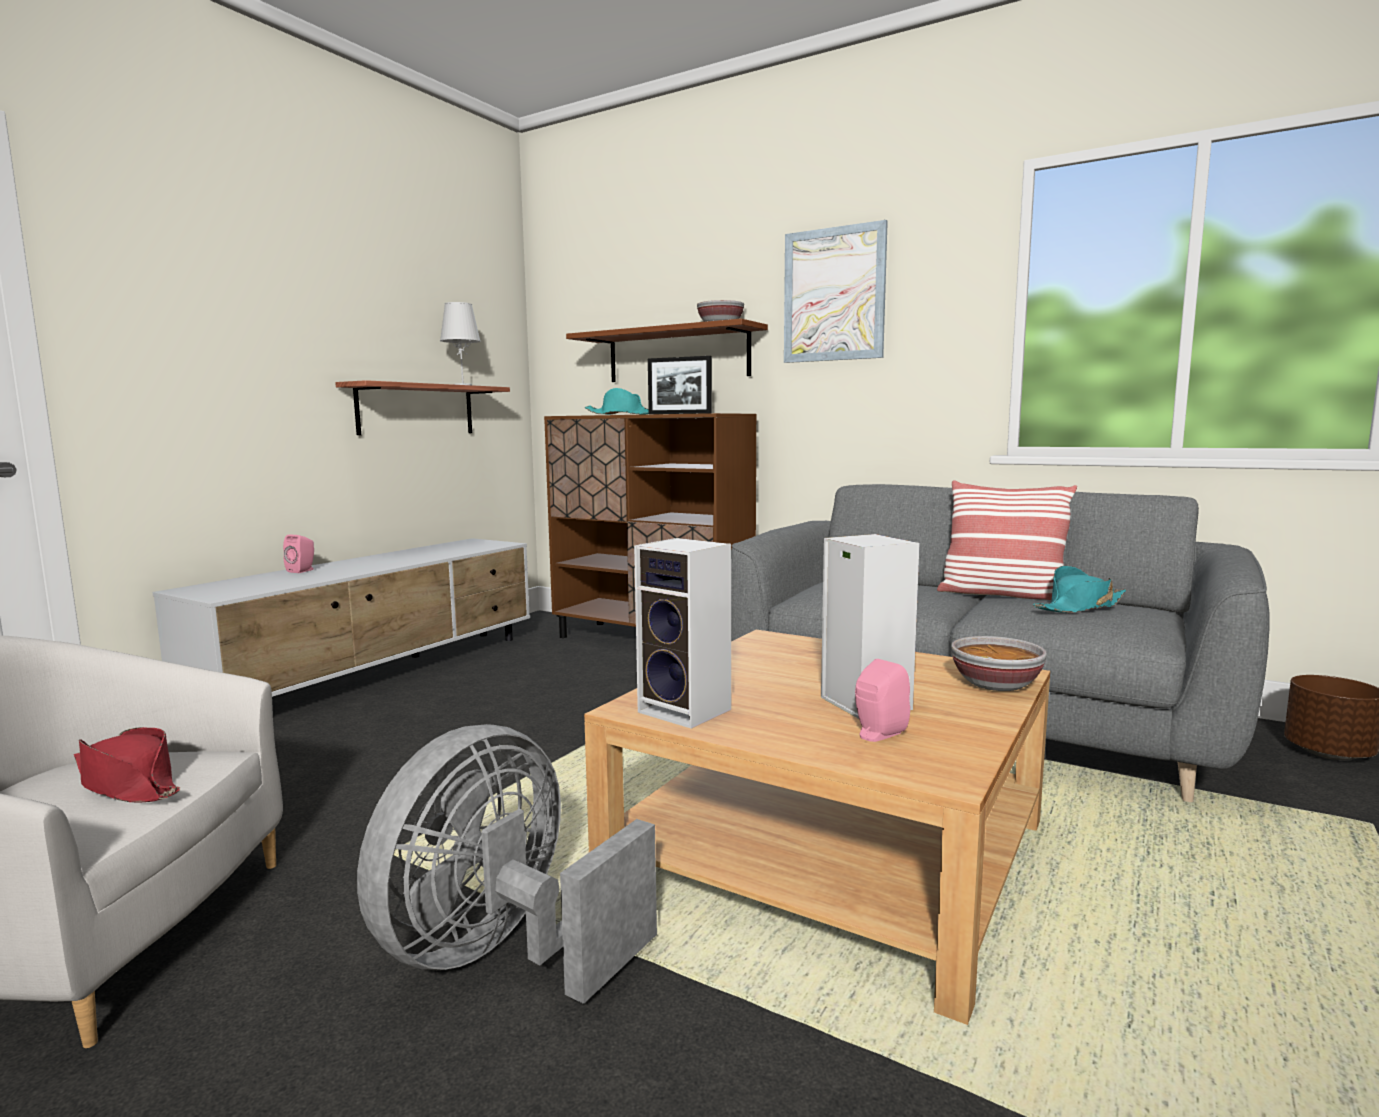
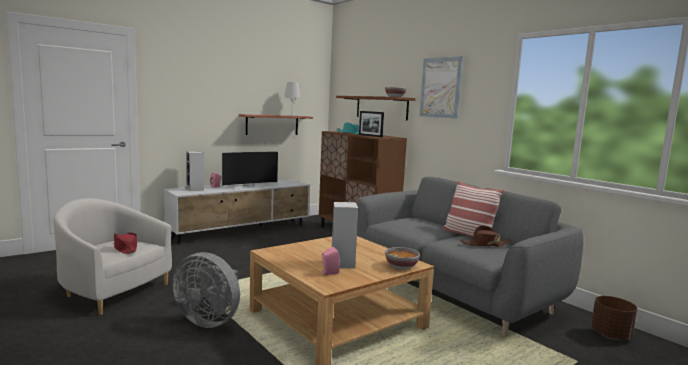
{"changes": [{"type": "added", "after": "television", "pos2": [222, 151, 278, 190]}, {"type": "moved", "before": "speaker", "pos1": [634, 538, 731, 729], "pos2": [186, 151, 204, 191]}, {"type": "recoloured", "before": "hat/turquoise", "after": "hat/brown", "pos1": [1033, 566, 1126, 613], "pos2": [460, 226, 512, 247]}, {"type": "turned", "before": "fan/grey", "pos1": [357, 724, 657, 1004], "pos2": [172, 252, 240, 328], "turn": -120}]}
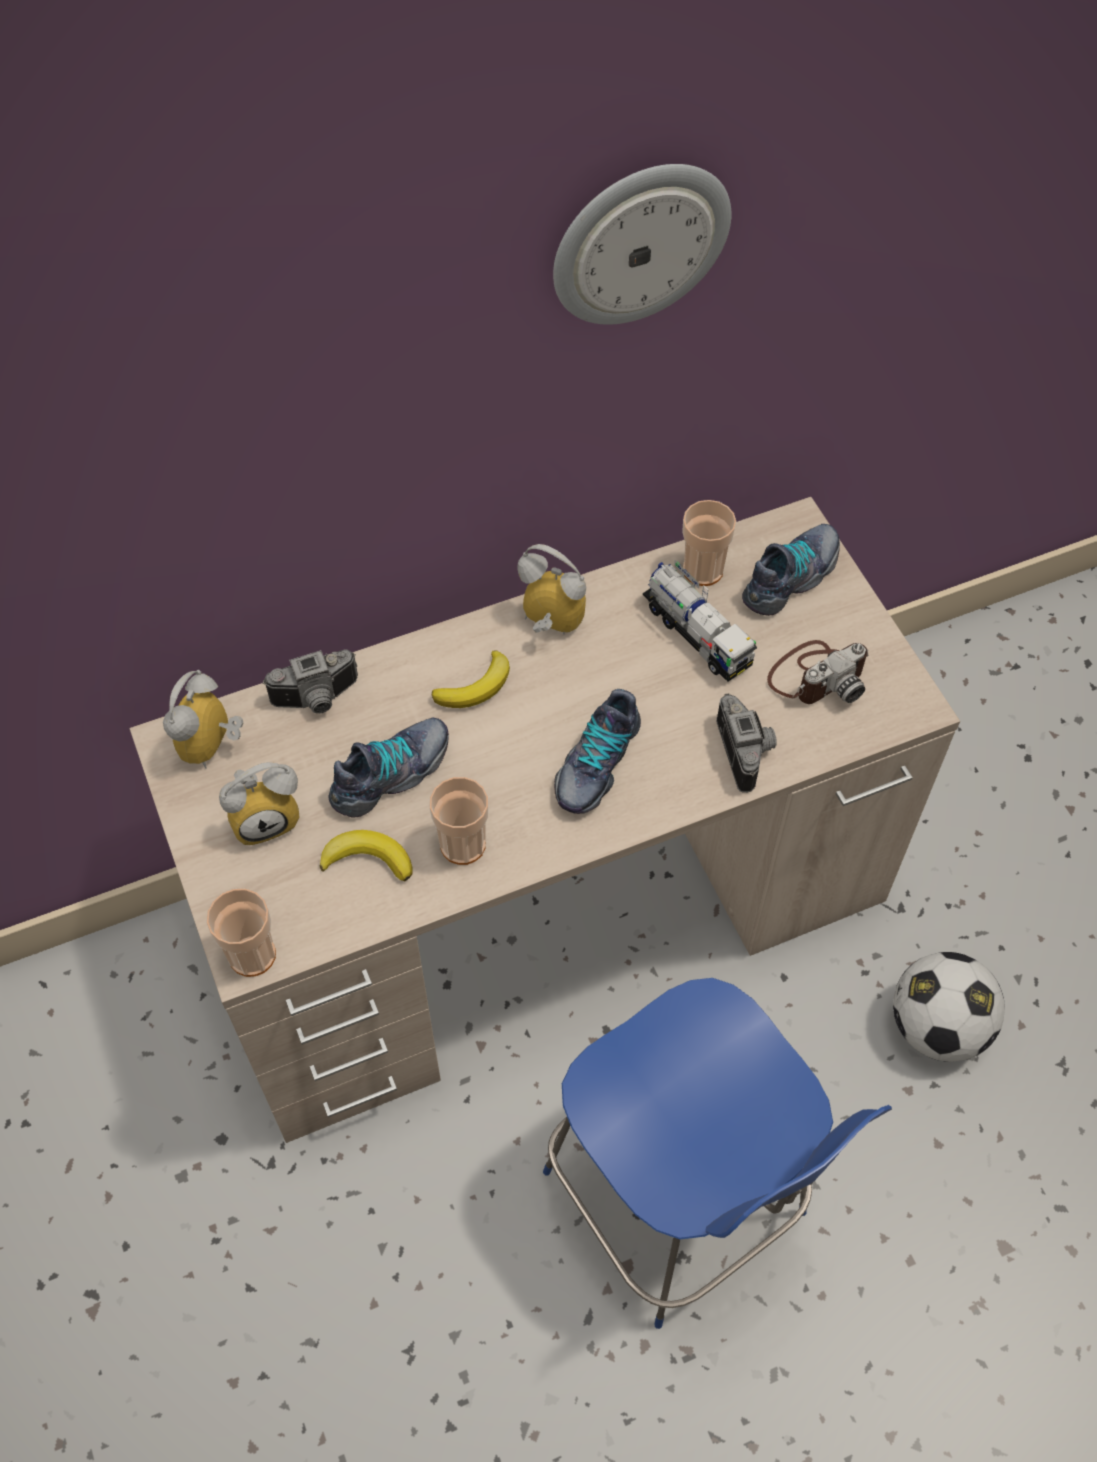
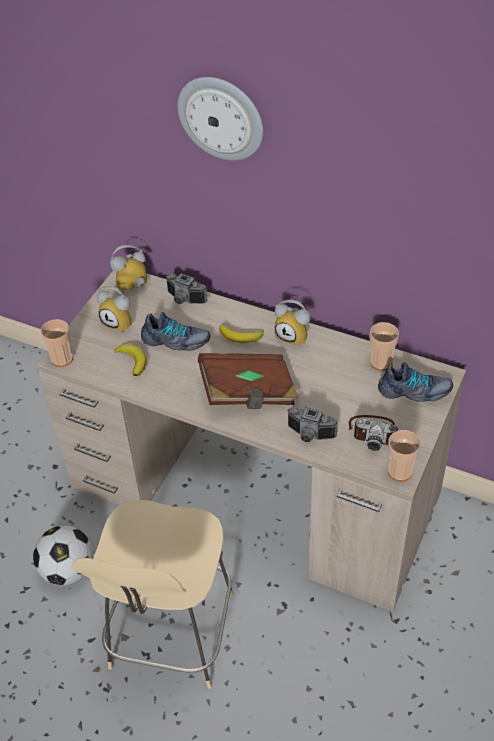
{"changes": [{"type": "removed", "before": "toy truck", "pos1": [643, 561, 757, 682]}, {"type": "moved", "before": "cup", "pos1": [430, 777, 488, 865], "pos2": [388, 430, 421, 481]}, {"type": "moved", "before": "wall clock", "pos1": [553, 164, 732, 325], "pos2": [177, 77, 263, 161]}, {"type": "moved", "before": "football", "pos1": [893, 952, 1005, 1062], "pos2": [33, 526, 93, 586]}, {"type": "replaced", "before": "shoe", "after": "book/brown", "pos1": [554, 689, 641, 814], "pos2": [198, 353, 299, 409]}, {"type": "recoloured", "before": "chair/blue", "after": "chair/beige", "pos1": [543, 978, 892, 1329], "pos2": [72, 500, 234, 689]}, {"type": "turned", "before": "alarm clock", "pos1": [517, 544, 586, 635], "pos2": [274, 300, 310, 347], "turn": 135}, {"type": "turned", "before": "photo camera", "pos1": [716, 693, 777, 793], "pos2": [287, 407, 338, 442], "turn": 75}]}
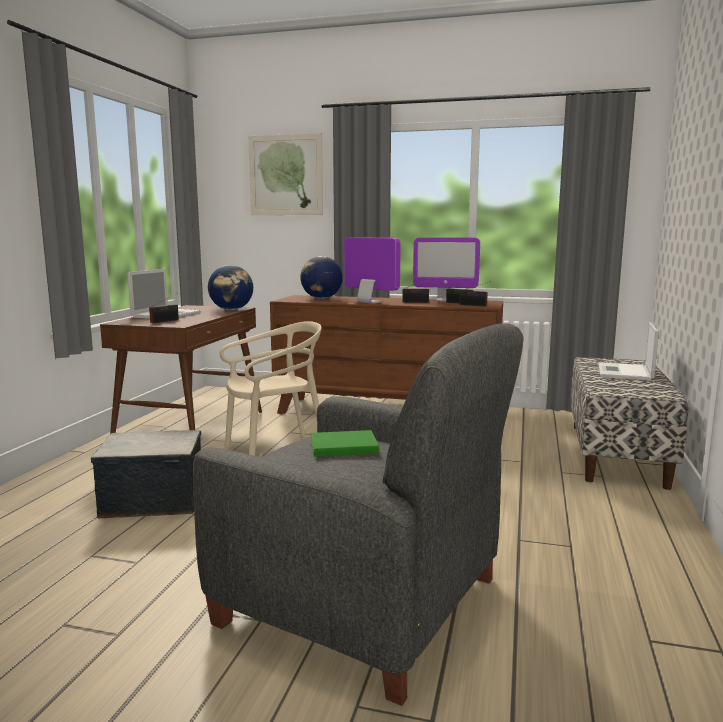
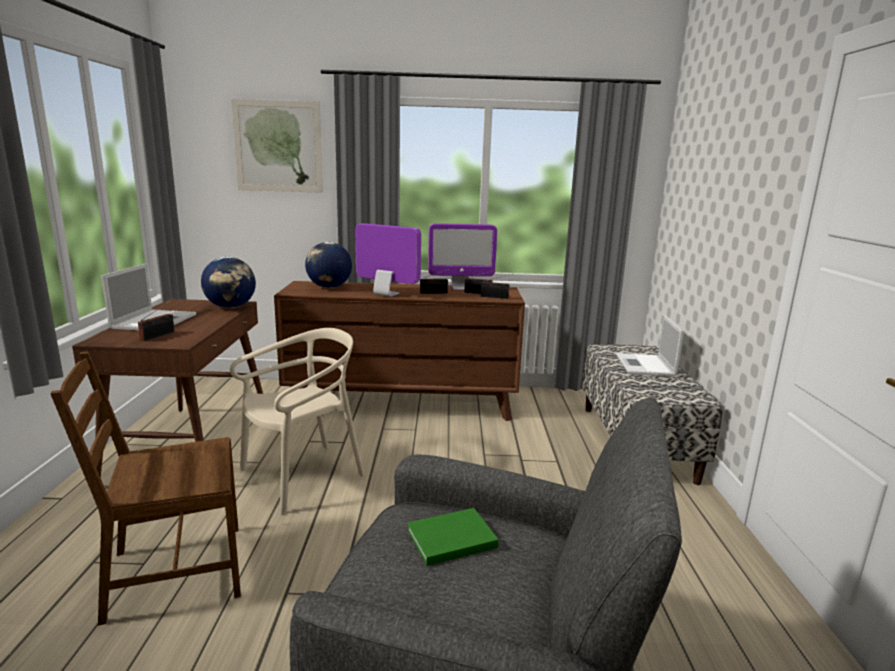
{"changes": [{"type": "replaced", "before": "storage box", "after": "chair/brown", "pos1": [91, 430, 201, 518], "pos2": [50, 351, 241, 626]}]}
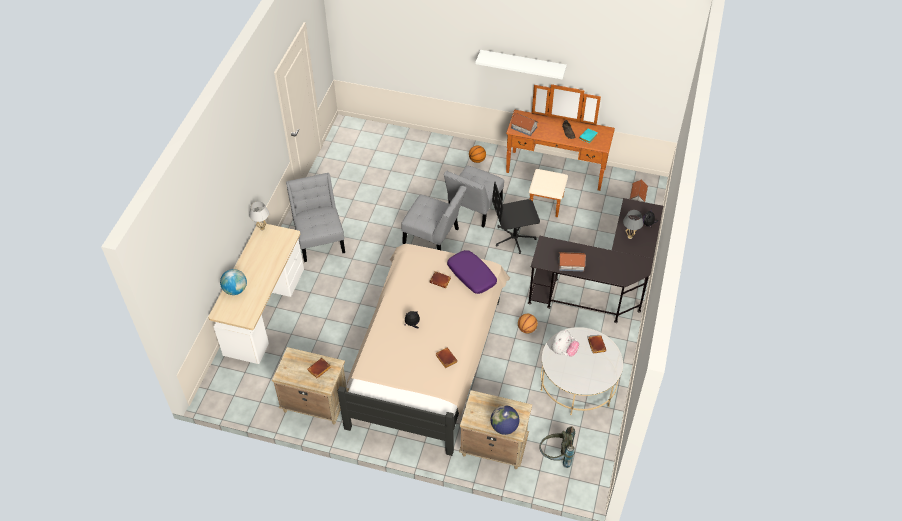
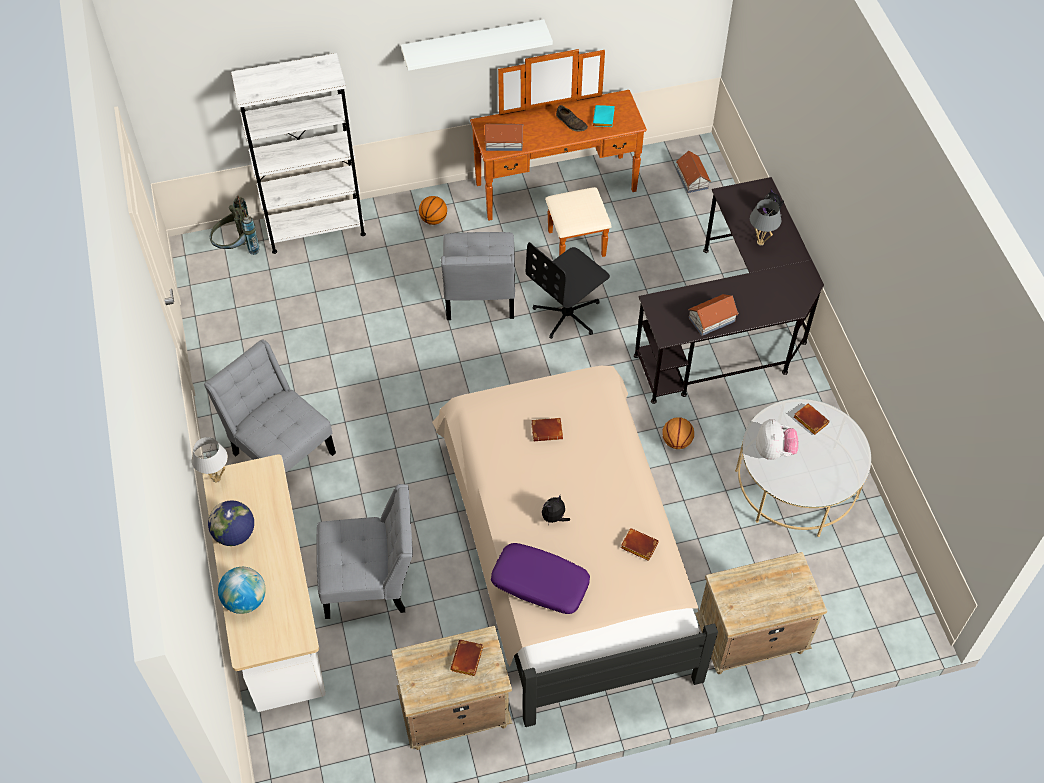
{"changes": [{"type": "added", "after": "bookcase/white", "pos2": [231, 53, 366, 254]}, {"type": "moved", "before": "chair/grey", "pos1": [401, 185, 467, 251], "pos2": [316, 484, 413, 619]}, {"type": "moved", "before": "pillow/purple", "pos1": [447, 250, 497, 294], "pos2": [491, 543, 590, 614]}, {"type": "moved", "before": "globe", "pos1": [490, 405, 519, 435], "pos2": [208, 500, 254, 546]}, {"type": "moved", "before": "backpack/grey", "pos1": [539, 426, 575, 468], "pos2": [210, 195, 260, 255]}]}
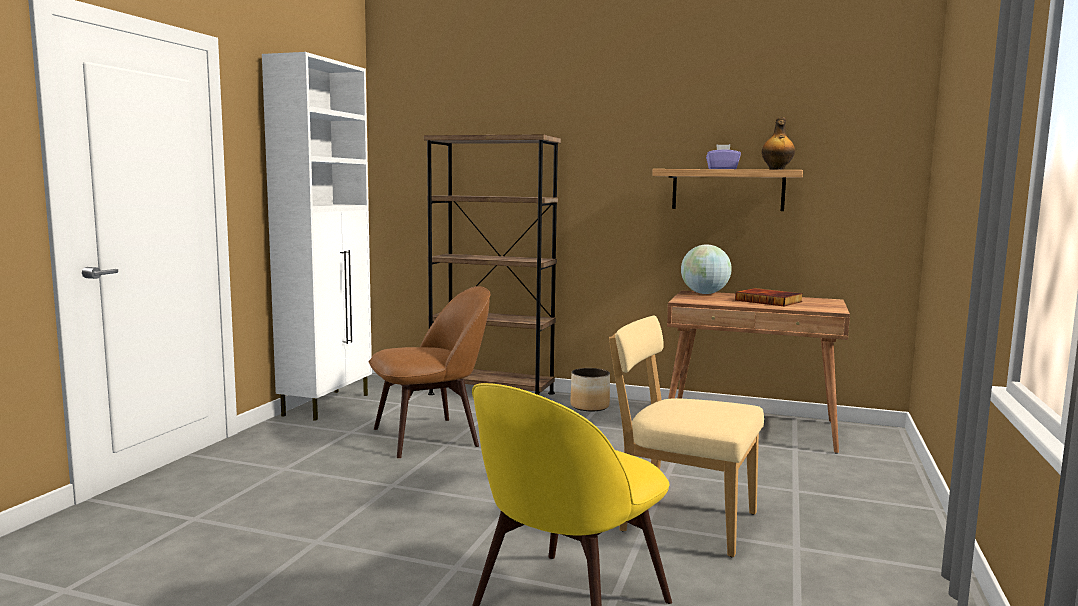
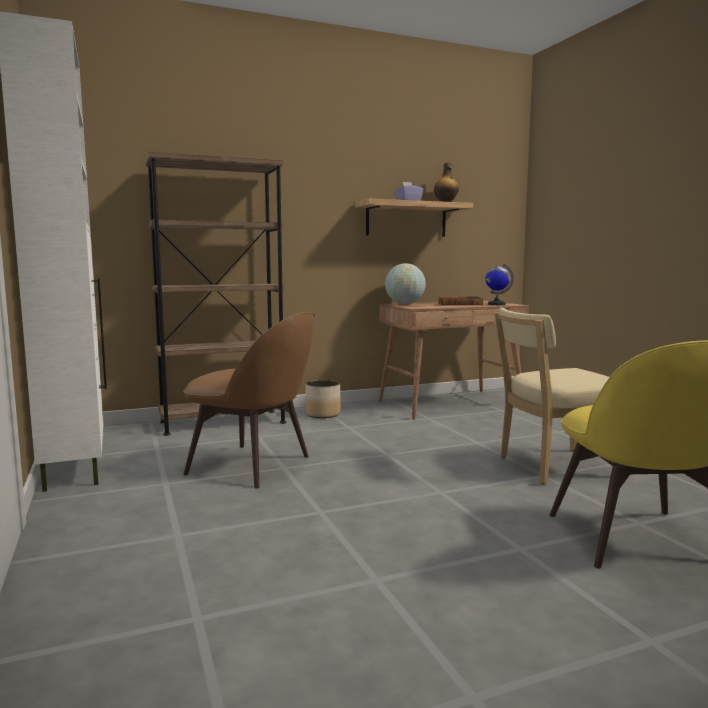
{"changes": [{"type": "added", "after": "globe", "pos2": [485, 264, 514, 305]}, {"type": "turned", "before": "chair/brown", "pos1": [369, 286, 491, 458], "pos2": [183, 312, 315, 488], "turn": 90}]}
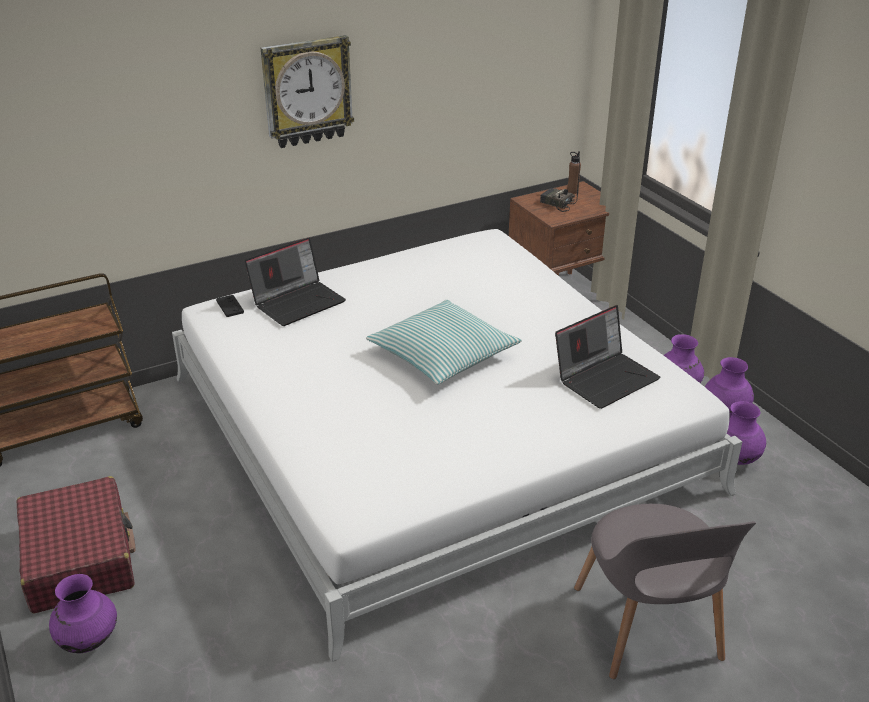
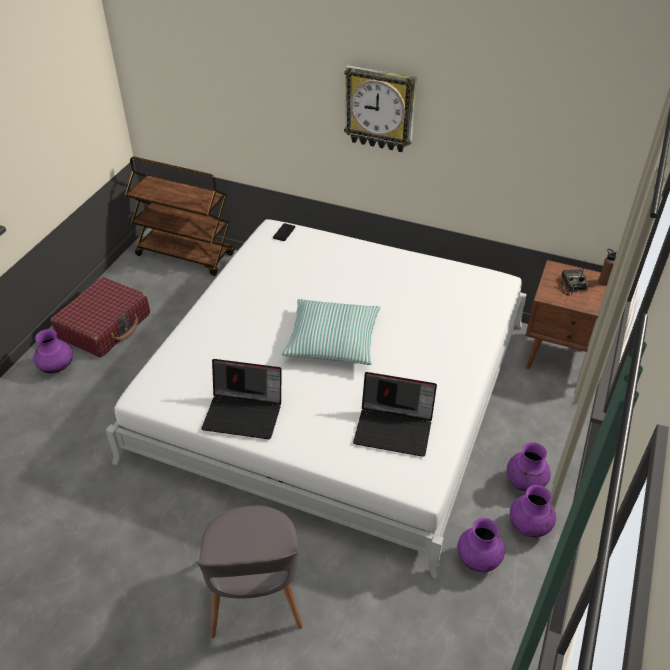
{"changes": [{"type": "moved", "before": "laptop", "pos1": [245, 238, 346, 326], "pos2": [202, 359, 282, 439]}, {"type": "turned", "before": "chair/grey", "pos1": [574, 504, 756, 679], "pos2": [195, 506, 303, 638], "turn": -45}]}
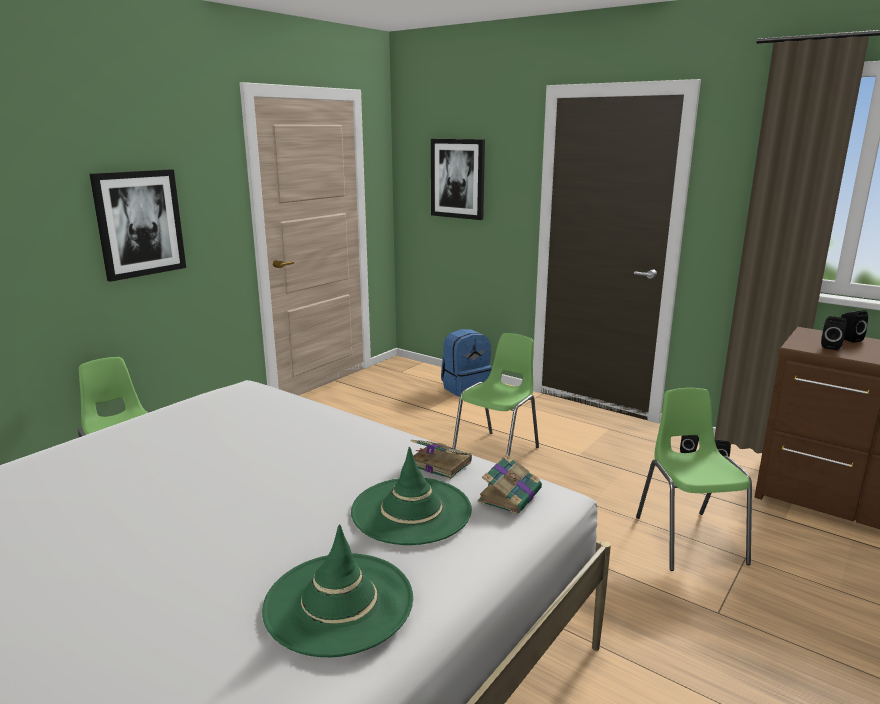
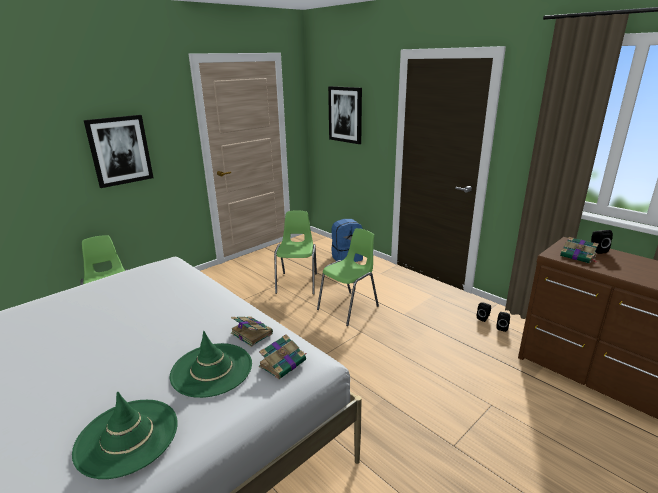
{"changes": [{"type": "moved", "before": "chair/green", "pos1": [636, 388, 752, 571], "pos2": [274, 210, 317, 294]}, {"type": "replaced", "before": "speaker/black", "after": "book", "pos1": [821, 316, 847, 350], "pos2": [560, 237, 599, 264]}]}
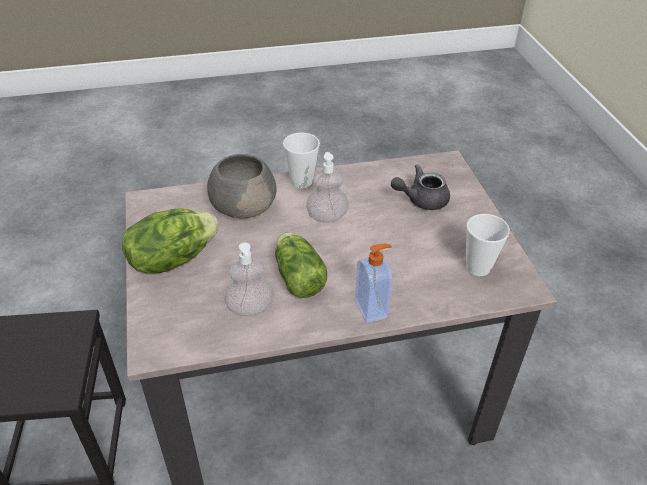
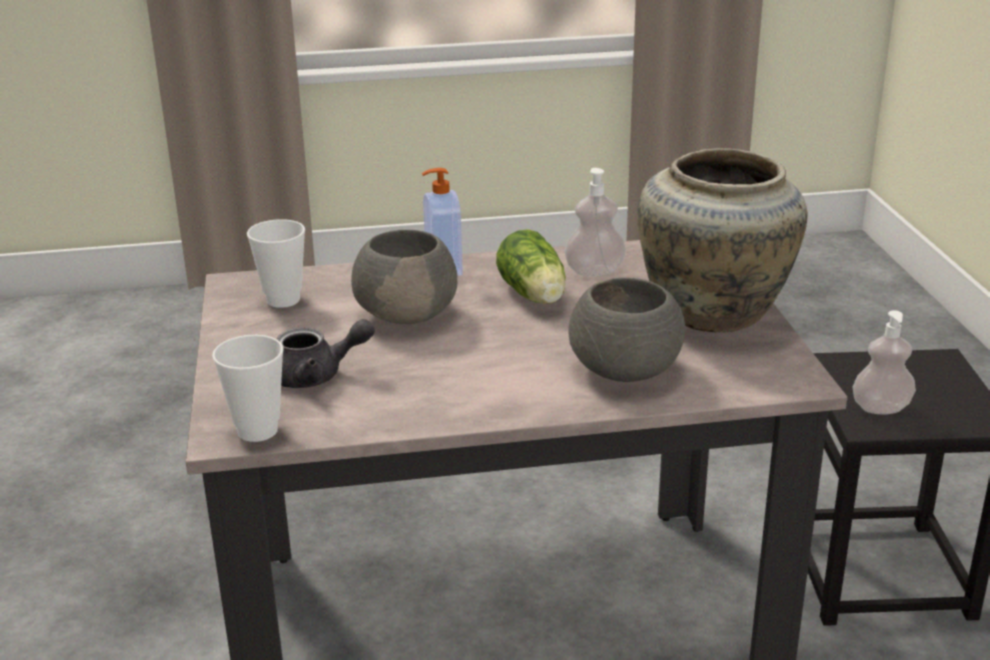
{"changes": [{"type": "added", "after": "bowl/grey", "pos2": [351, 230, 457, 324]}, {"type": "moved", "before": "cup", "pos1": [283, 132, 320, 188], "pos2": [212, 335, 284, 442]}, {"type": "moved", "before": "soap dispenser", "pos1": [306, 152, 349, 222], "pos2": [852, 310, 916, 414]}, {"type": "replaced", "before": "lettuce", "after": "vase/beige", "pos1": [122, 208, 219, 274], "pos2": [637, 148, 808, 332]}]}
